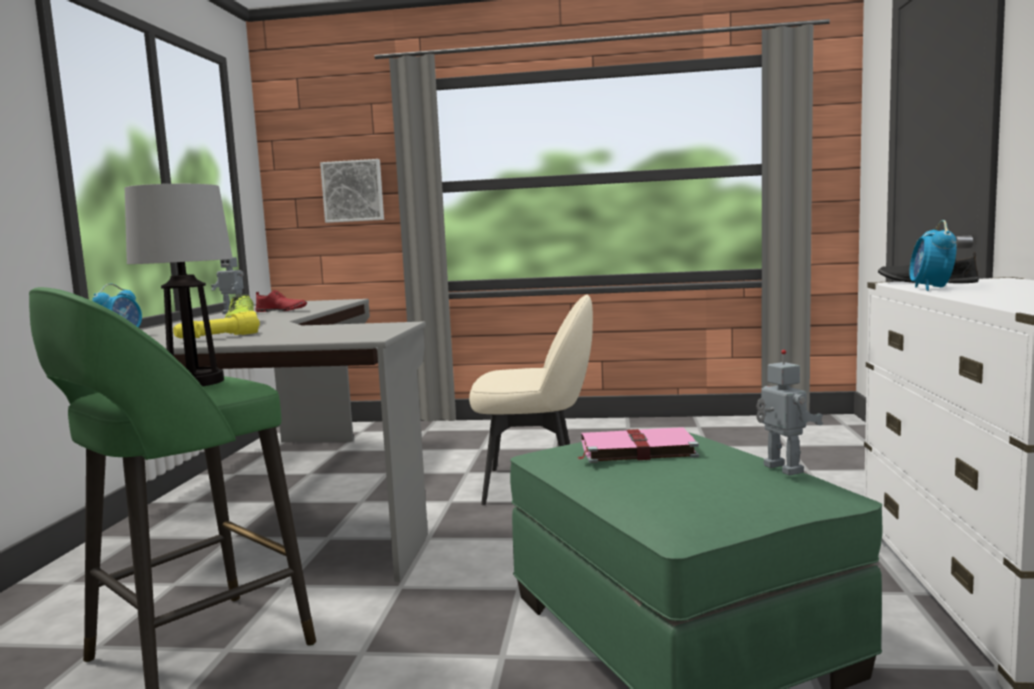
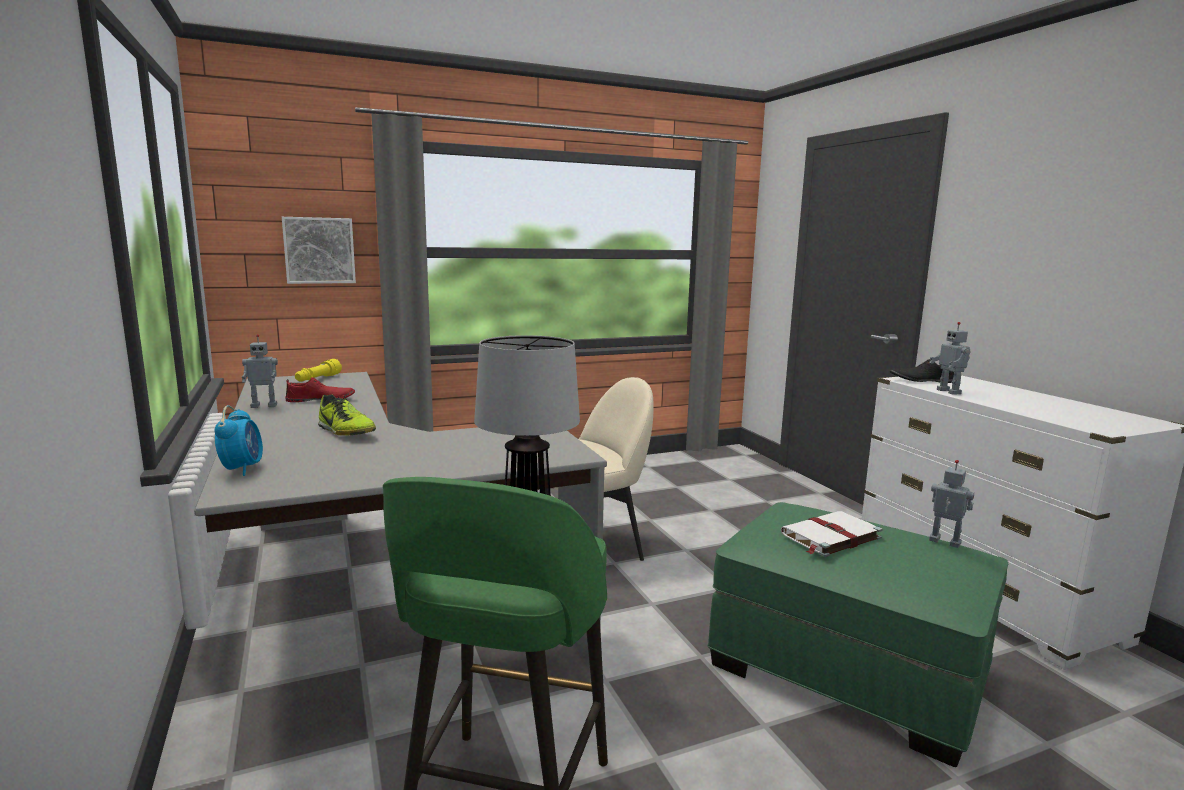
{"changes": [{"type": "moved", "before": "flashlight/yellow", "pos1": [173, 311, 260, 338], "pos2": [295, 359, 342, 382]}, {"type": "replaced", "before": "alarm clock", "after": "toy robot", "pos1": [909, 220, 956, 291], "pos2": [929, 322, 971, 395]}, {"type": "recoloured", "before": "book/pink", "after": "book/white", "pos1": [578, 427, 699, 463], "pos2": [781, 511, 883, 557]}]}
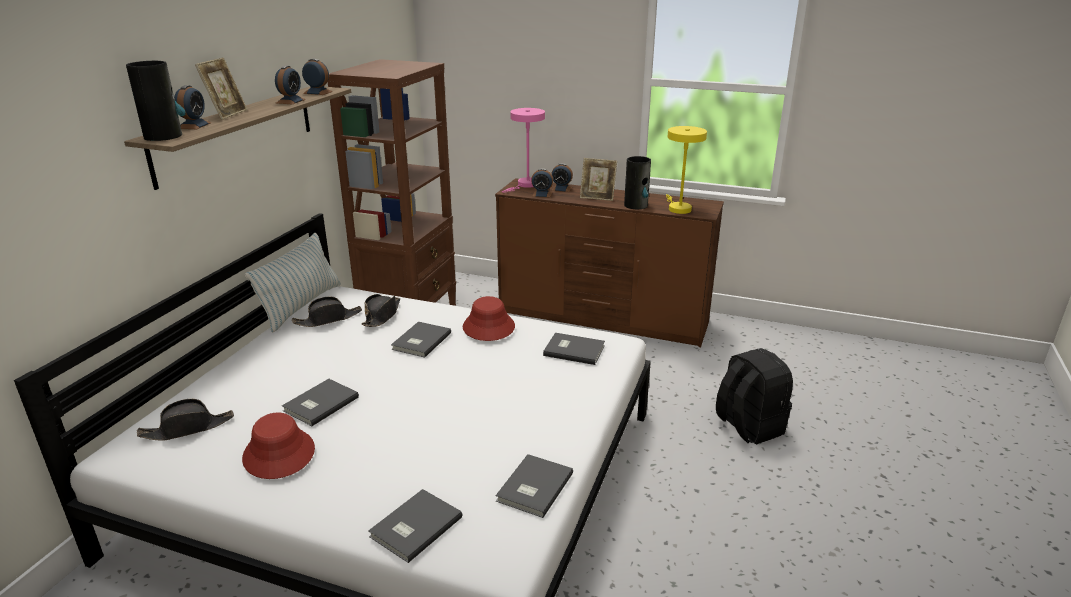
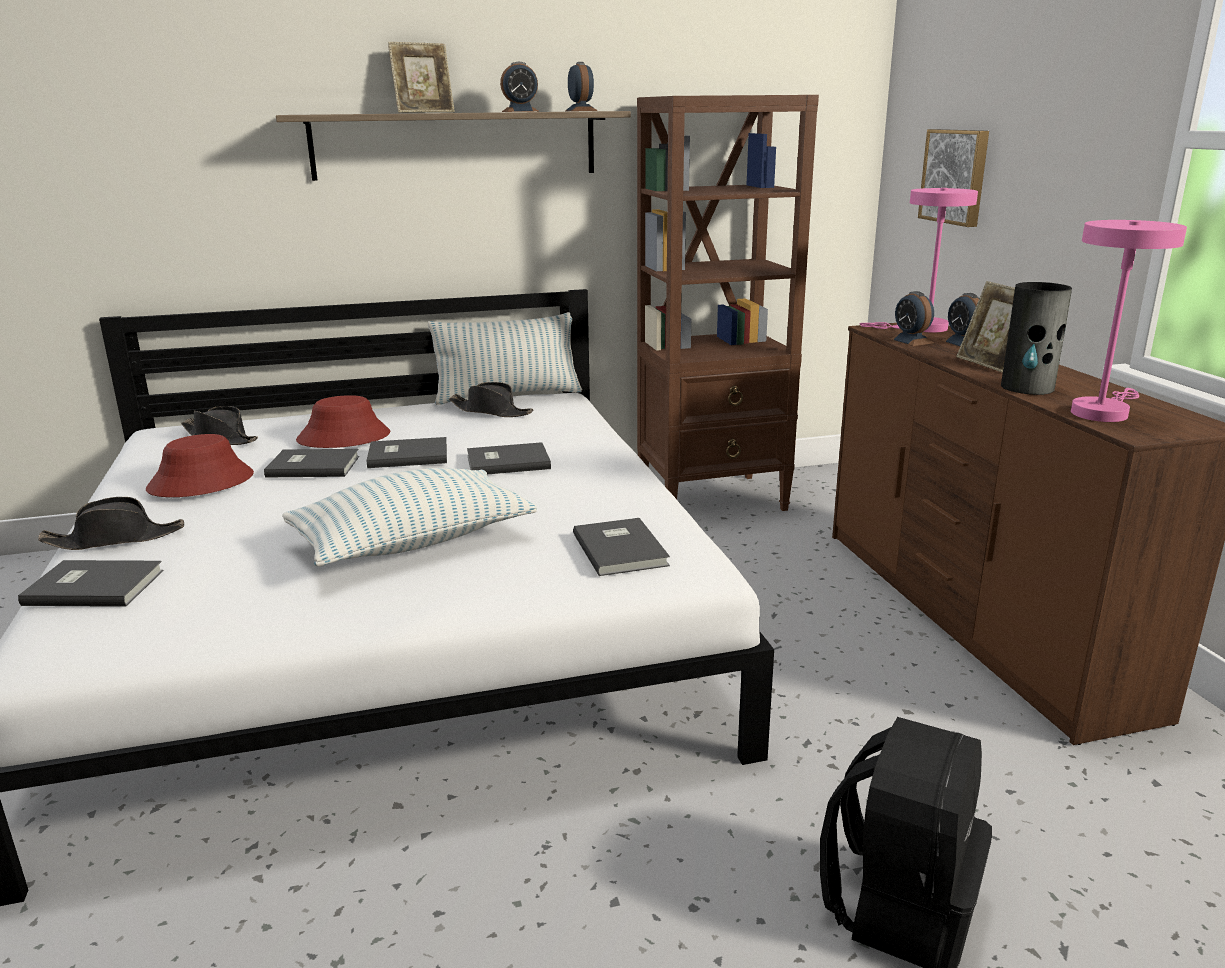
{"changes": [{"type": "removed", "before": "vase", "pos1": [126, 61, 186, 141]}, {"type": "removed", "before": "alarm clock", "pos1": [174, 85, 211, 129]}, {"type": "added", "after": "pillow", "pos2": [282, 468, 537, 567]}, {"type": "added", "after": "picture", "pos2": [918, 129, 989, 227]}, {"type": "moved", "before": "hat/black", "pos1": [361, 294, 400, 327], "pos2": [38, 497, 184, 550]}, {"type": "moved", "before": "hat/red", "pos1": [463, 296, 515, 341], "pos2": [296, 395, 390, 448]}, {"type": "moved", "before": "book/grey", "pos1": [496, 454, 573, 518], "pos2": [366, 437, 447, 468]}, {"type": "recoloured", "before": "table lamp/yellow", "after": "table lamp/pink", "pos1": [666, 126, 707, 214], "pos2": [1071, 220, 1187, 422]}]}
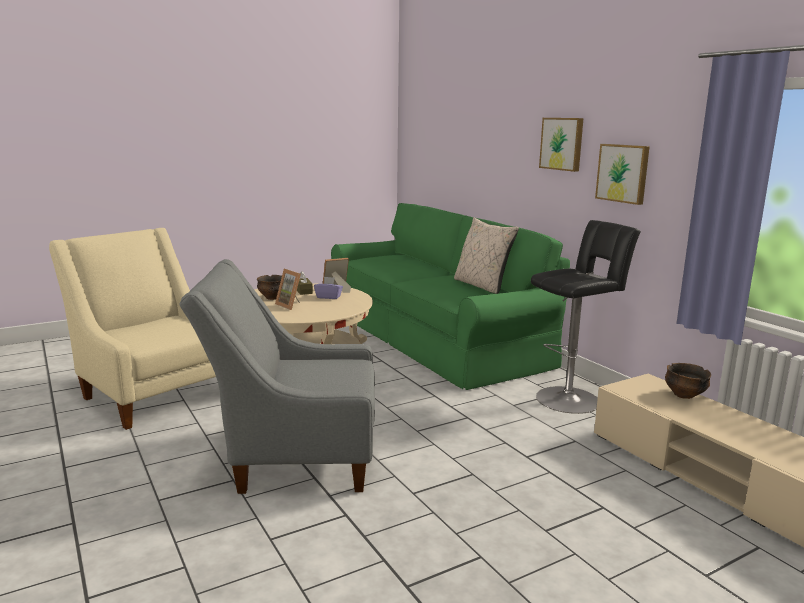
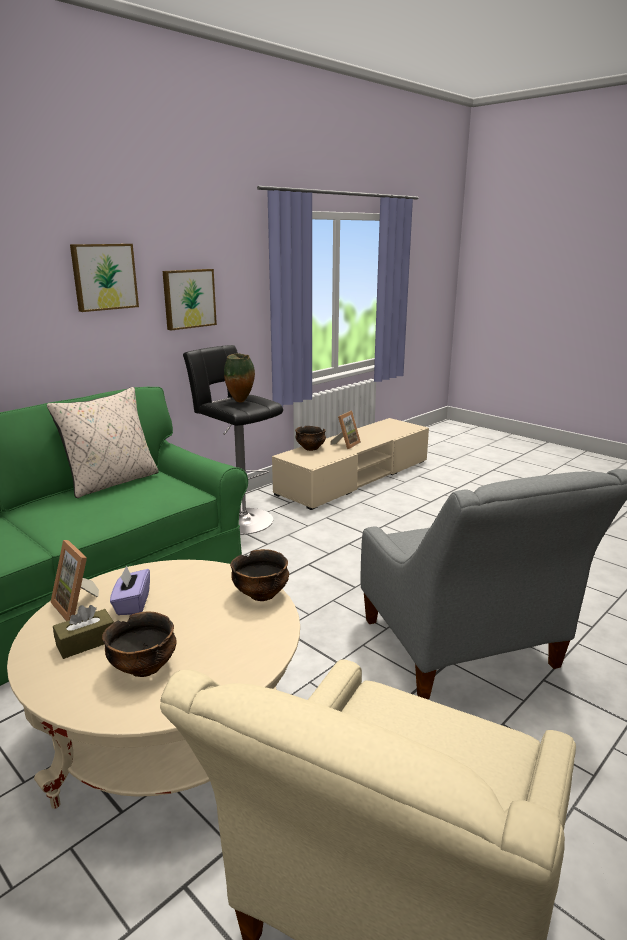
{"changes": [{"type": "added", "after": "vase", "pos2": [224, 353, 255, 402]}, {"type": "added", "after": "bowl", "pos2": [230, 549, 289, 601]}, {"type": "moved", "before": "picture frame", "pos1": [275, 269, 301, 310], "pos2": [330, 411, 361, 449]}]}
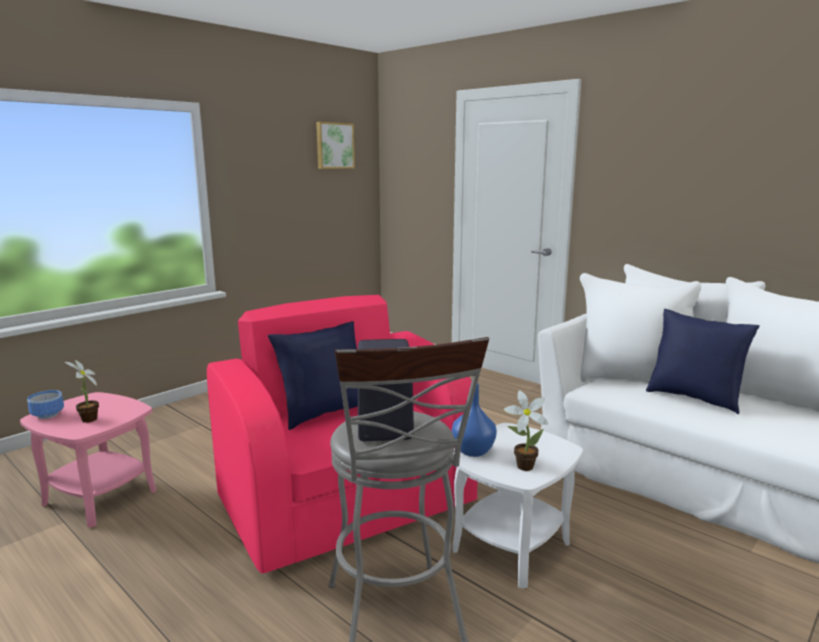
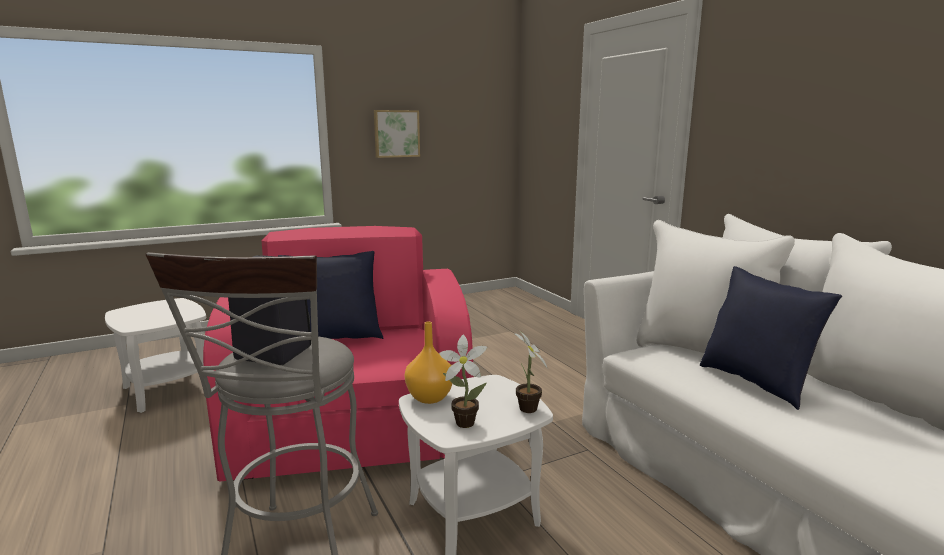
{"changes": [{"type": "removed", "before": "bowl", "pos1": [27, 390, 64, 419]}, {"type": "moved", "before": "potted plant", "pos1": [65, 360, 99, 423], "pos2": [515, 330, 548, 413]}, {"type": "moved", "before": "picture", "pos1": [316, 122, 355, 169], "pos2": [374, 110, 420, 158]}, {"type": "recoloured", "before": "side table/pink", "after": "side table/white", "pos1": [20, 392, 156, 528], "pos2": [105, 298, 206, 413]}, {"type": "recoloured", "before": "vase/blue", "after": "vase/orange", "pos1": [452, 383, 497, 457], "pos2": [405, 322, 453, 404]}]}
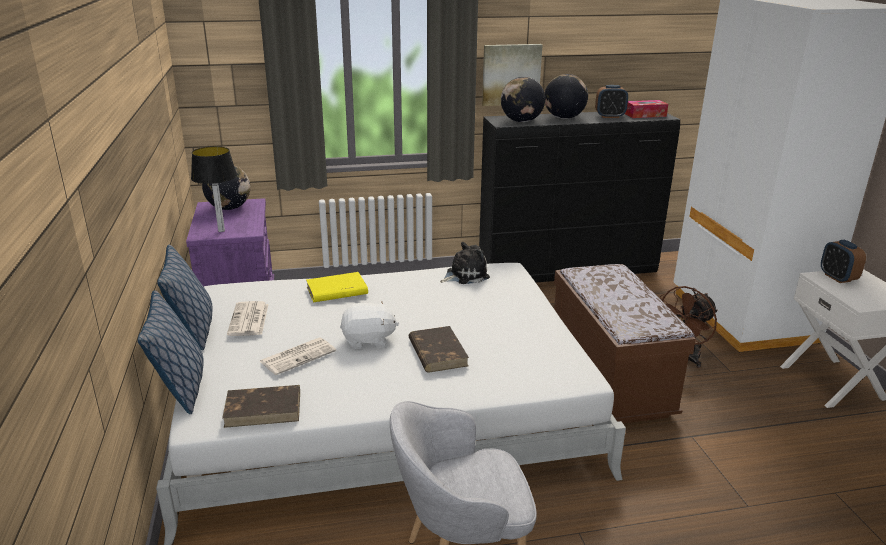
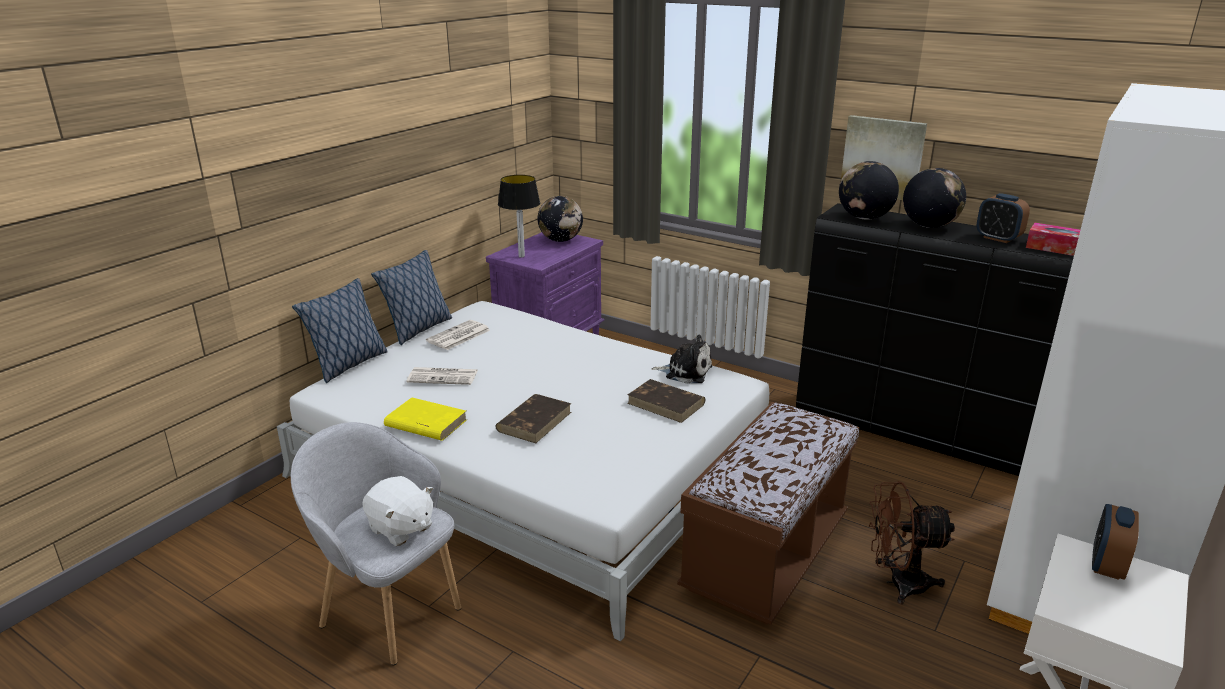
{"changes": [{"type": "moved", "before": "book/brown", "pos1": [222, 385, 300, 428], "pos2": [627, 379, 705, 423]}, {"type": "moved", "before": "book/yellow", "pos1": [306, 272, 368, 302], "pos2": [384, 397, 467, 441]}, {"type": "moved", "before": "plush toy/white", "pos1": [340, 300, 399, 349], "pos2": [362, 476, 433, 546]}]}
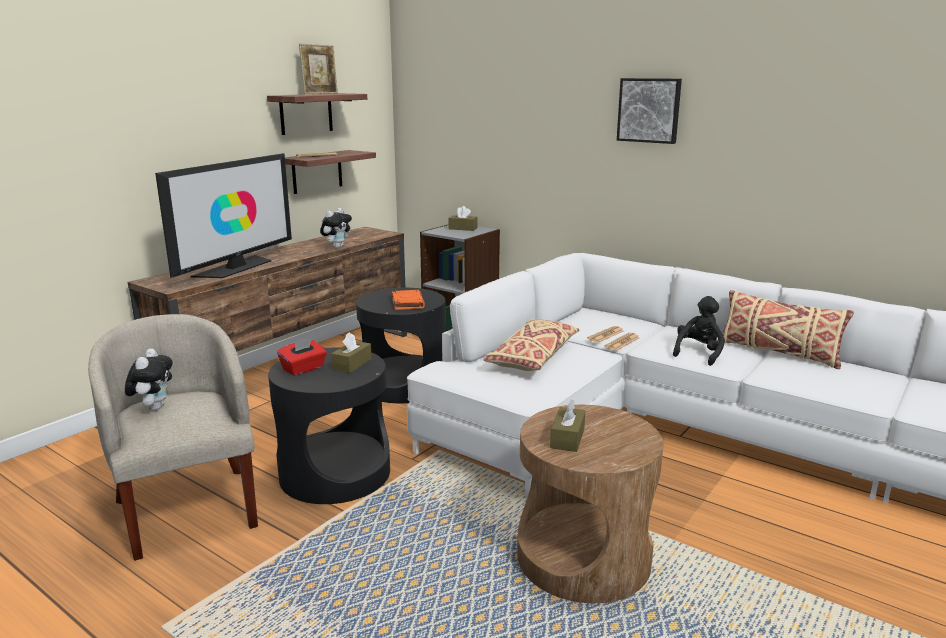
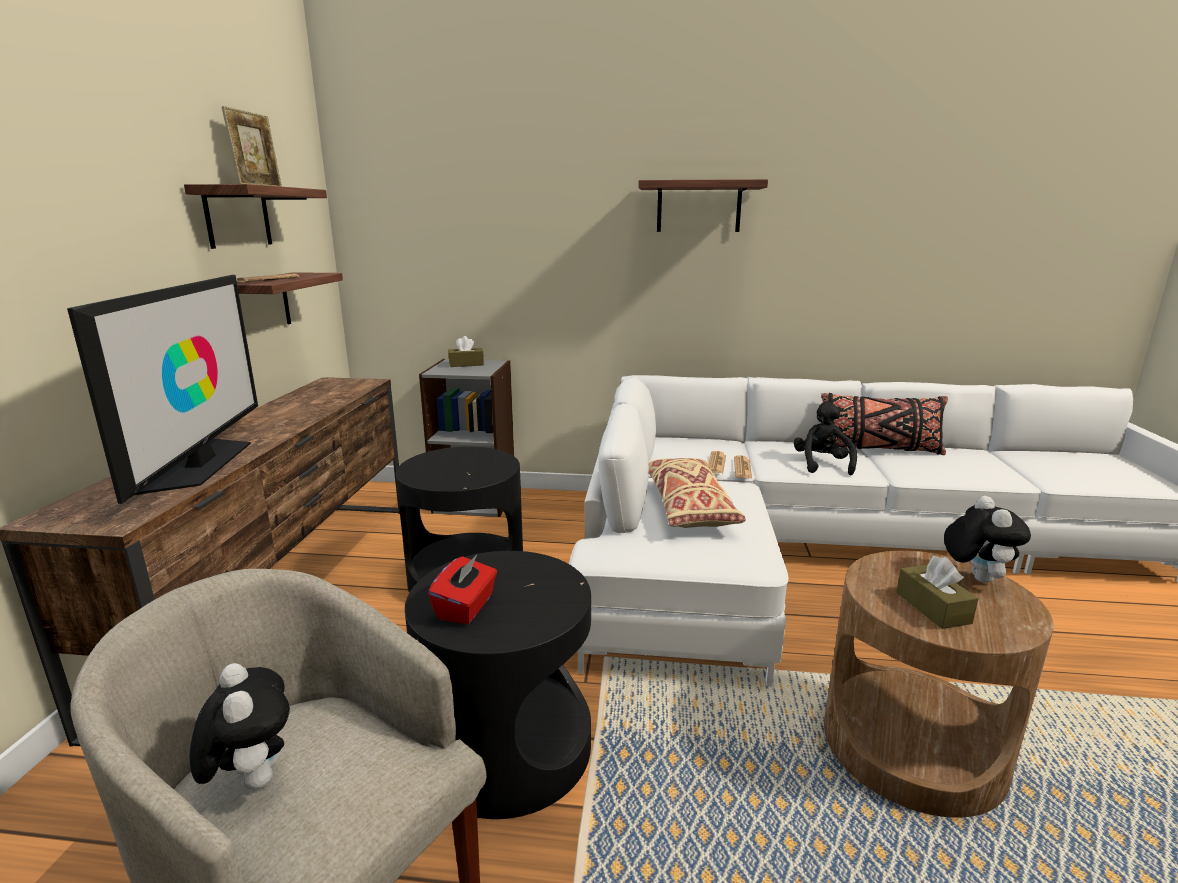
{"changes": [{"type": "removed", "before": "tissue box/brown", "pos1": [331, 332, 372, 373]}, {"type": "removed", "before": "book/orange", "pos1": [392, 290, 425, 310]}, {"type": "moved", "before": "plush toy", "pos1": [320, 208, 352, 248], "pos2": [944, 496, 1031, 583]}, {"type": "replaced", "before": "picture", "after": "shelf", "pos1": [617, 78, 682, 144], "pos2": [638, 179, 768, 232]}, {"type": "recoloured", "before": "pillow/beige", "after": "pillow/black", "pos1": [722, 290, 854, 369], "pos2": [821, 393, 948, 455]}]}
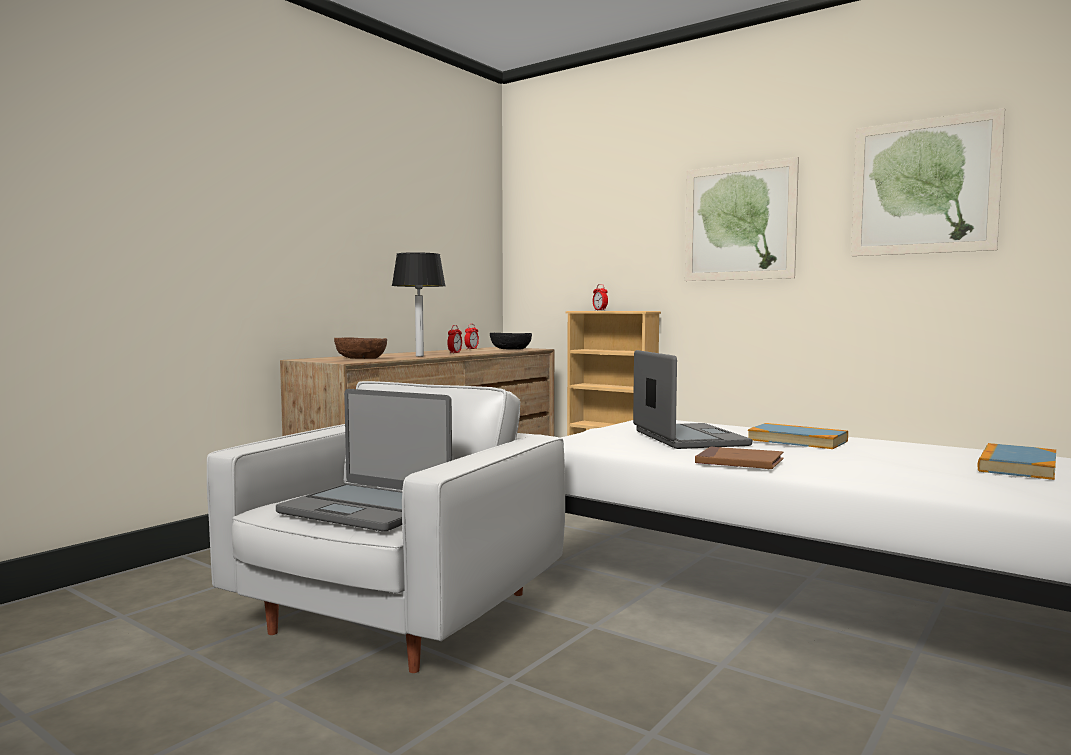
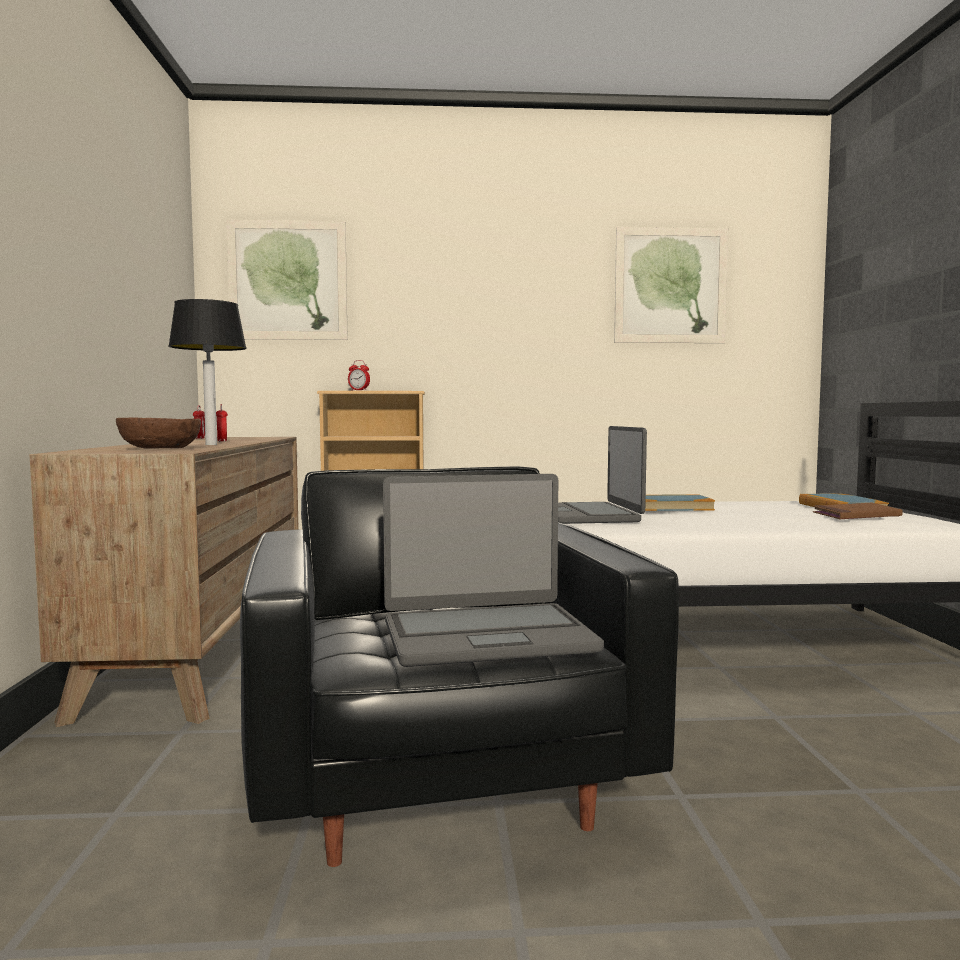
{"changes": [{"type": "removed", "before": "bowl/black", "pos1": [490, 333, 532, 350]}, {"type": "moved", "before": "picture", "pos1": [685, 157, 799, 281], "pos2": [226, 220, 347, 340]}, {"type": "moved", "before": "book/brown", "pos1": [695, 446, 784, 469], "pos2": [813, 503, 903, 519]}, {"type": "recoloured", "before": "armchair/white", "after": "armchair/black", "pos1": [207, 381, 565, 673], "pos2": [240, 466, 679, 867]}, {"type": "turned", "before": "laptop", "pos1": [633, 350, 752, 449], "pos2": [558, 426, 647, 524], "turn": -135}]}
